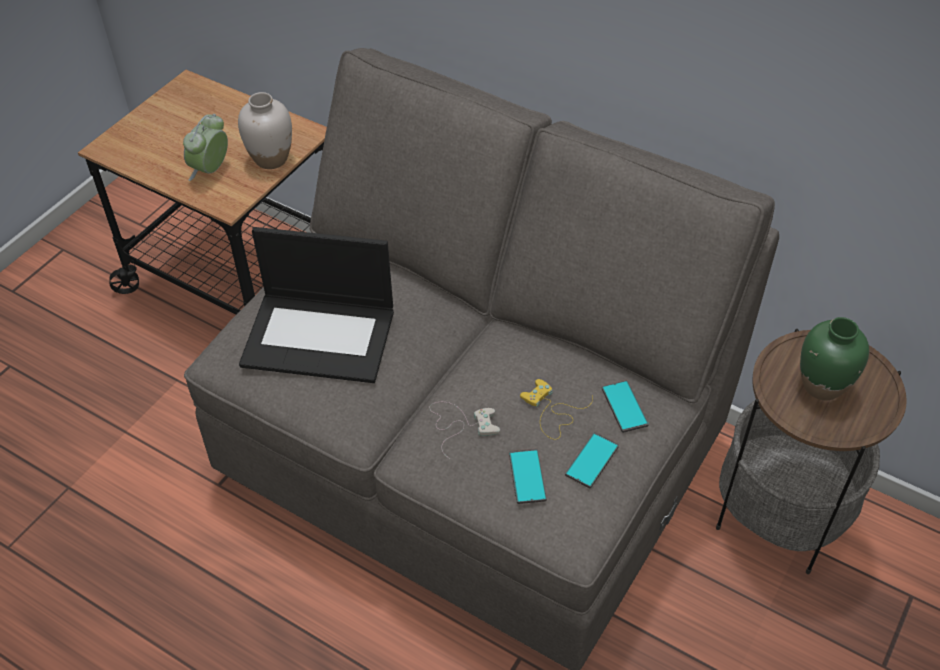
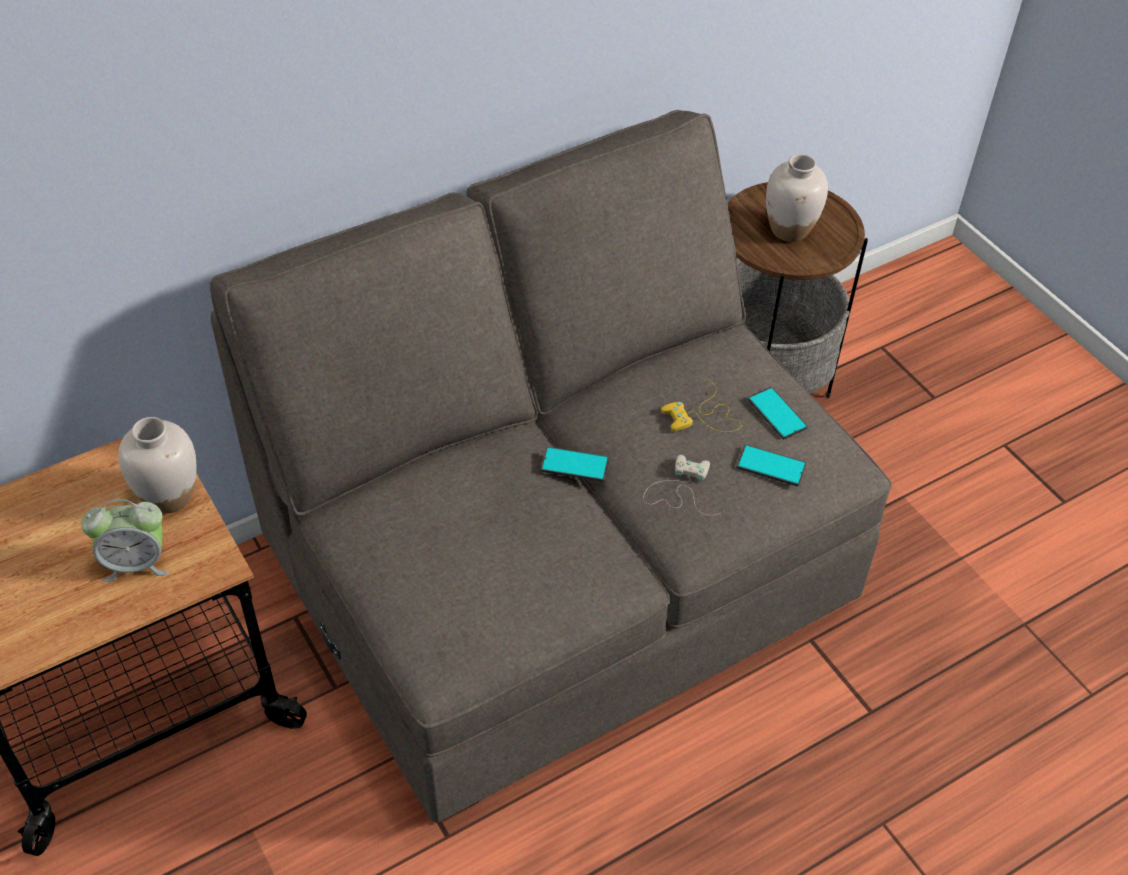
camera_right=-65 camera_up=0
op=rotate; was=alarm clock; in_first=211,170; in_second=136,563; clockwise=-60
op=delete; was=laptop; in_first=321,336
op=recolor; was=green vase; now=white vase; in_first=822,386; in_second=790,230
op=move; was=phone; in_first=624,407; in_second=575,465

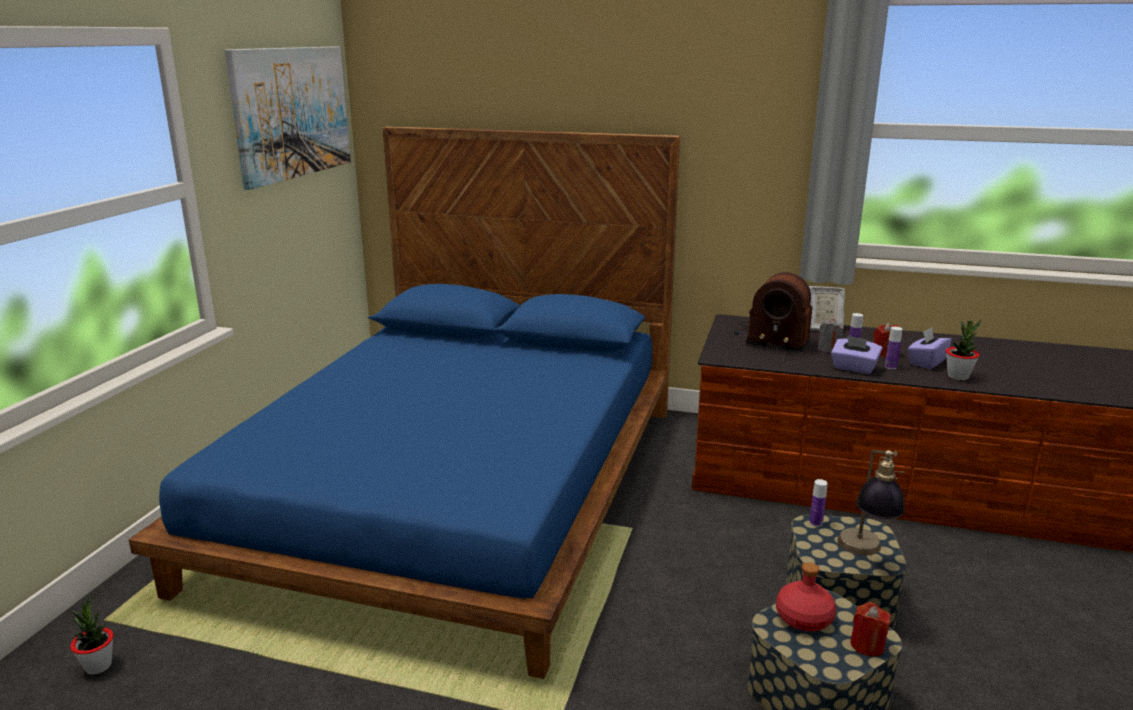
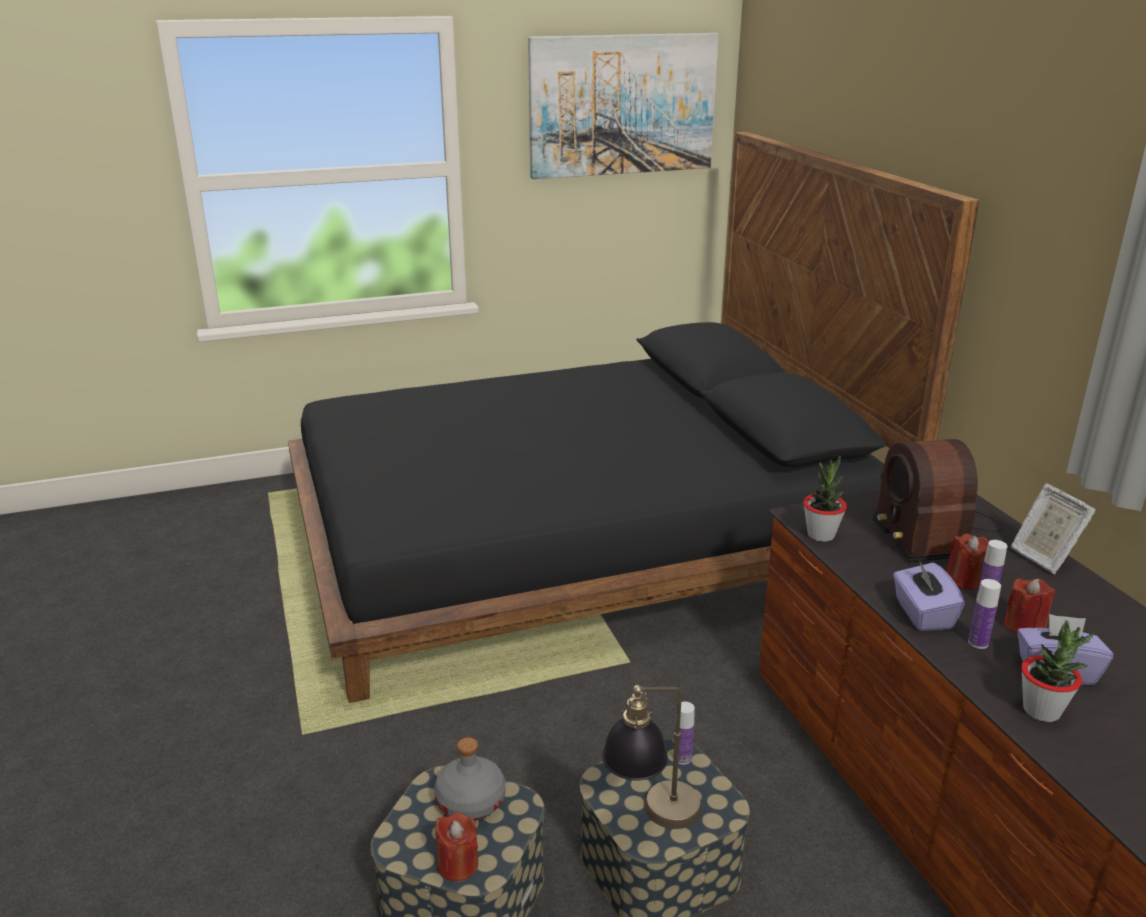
camera_right=55 camera_up=5
op=recolor; was=blue bed; now=black bed; in_first=458,489; in_second=578,540
op=recolor; was=grey candle; now=red candle; in_first=829,349; in_second=964,580
op=recolor; was=red bottle; now=grey bottle; in_first=804,618; in_second=471,801
op=move; was=potted plant; in_first=98,666; in_second=821,535

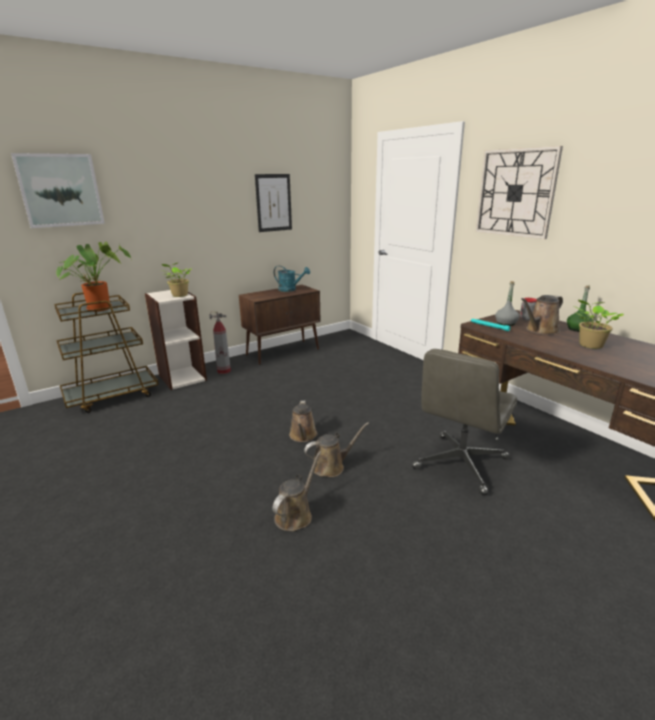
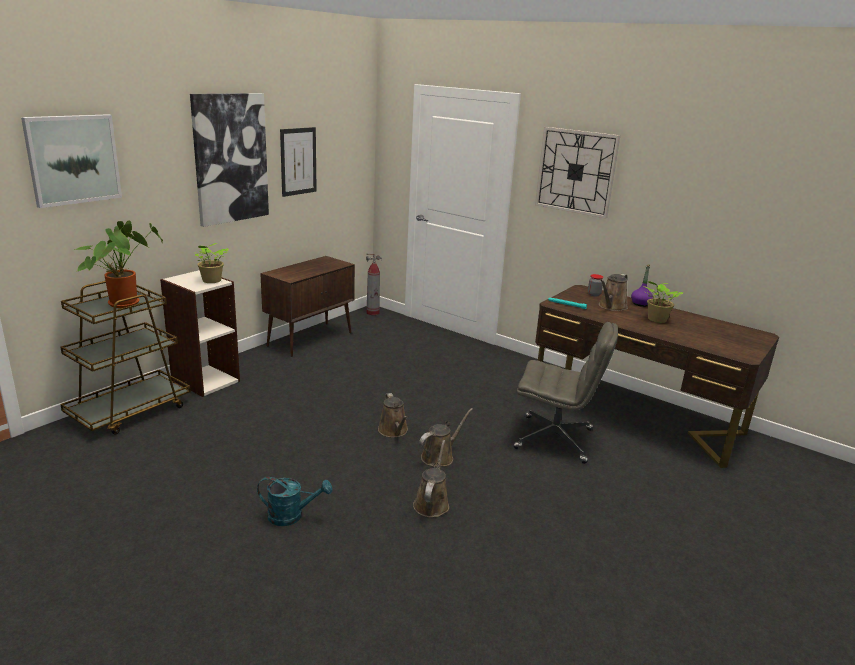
camera_right=-20 camera_up=0
op=move; was=turquoise watering can; in_first=290,290; in_second=292,516
op=delete; was=grey bottle; in_first=506,323
op=recolor; was=green bottle; now=purple bottle; in_first=578,329; in_second=640,304
op=move; was=fire extinguisher; in_first=224,371; in_second=373,312
op=rotate; was=grey office chair; in_first=460,464; in_second=555,439; clockwise=-90
op=insert; now=picture; in_second=230,158

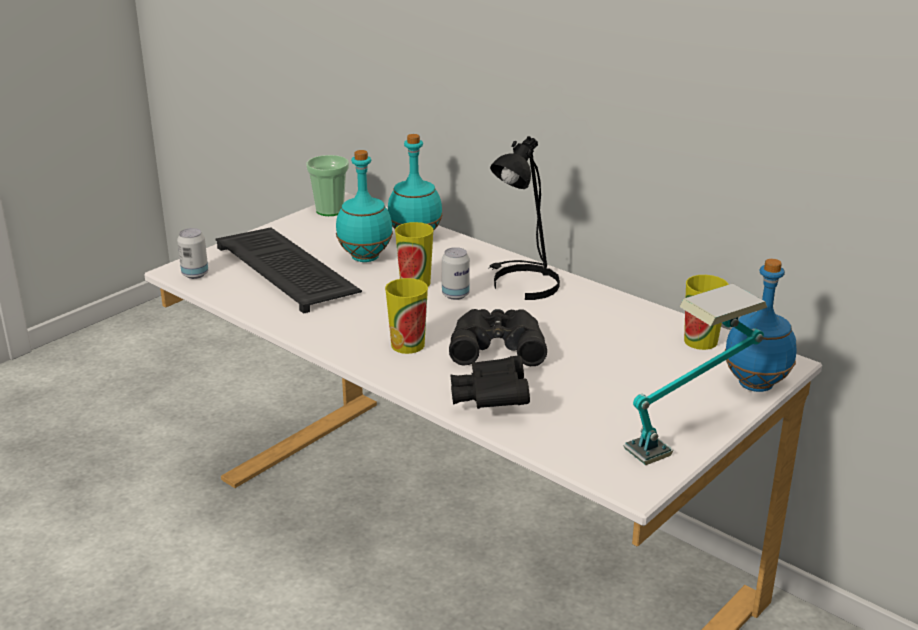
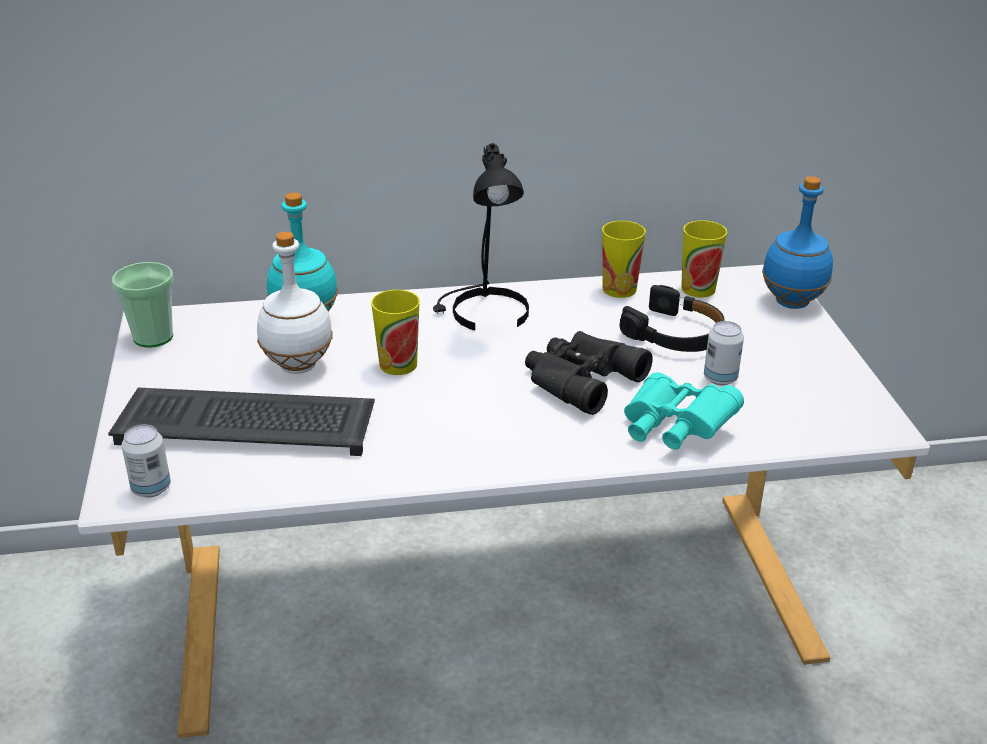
camera_right=-50 camera_up=5
op=recolor; was=turquoise bottle; now=white bottle; in_first=365,257; in_second=297,365
op=move; was=can; in_first=455,295; in_second=720,378
op=move; was=cup; in_first=407,345; in_second=619,289
op=delete; was=table lamp; in_first=690,436
op=recolor; was=black binoculars; now=turquoise binoculars; in_first=490,400; in_second=674,429
op=insert; now=black headphones; in_second=675,334

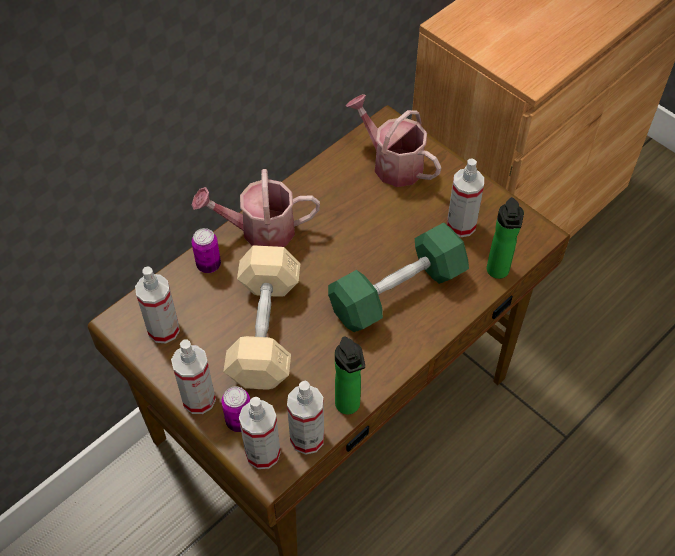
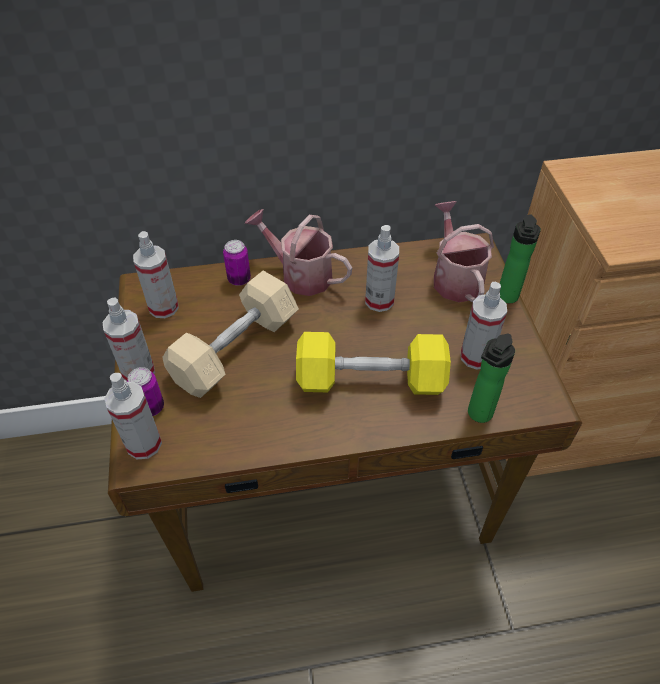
camera_right=35 camera_up=-5
op=recolor; was=green dumbbell; now=yellow dumbbell; in_first=397,291; in_second=370,380
op=move; was=bottle; in_first=349,407; in_second=507,298
op=move; was=spray bottle; in_first=307,438; in_second=379,300

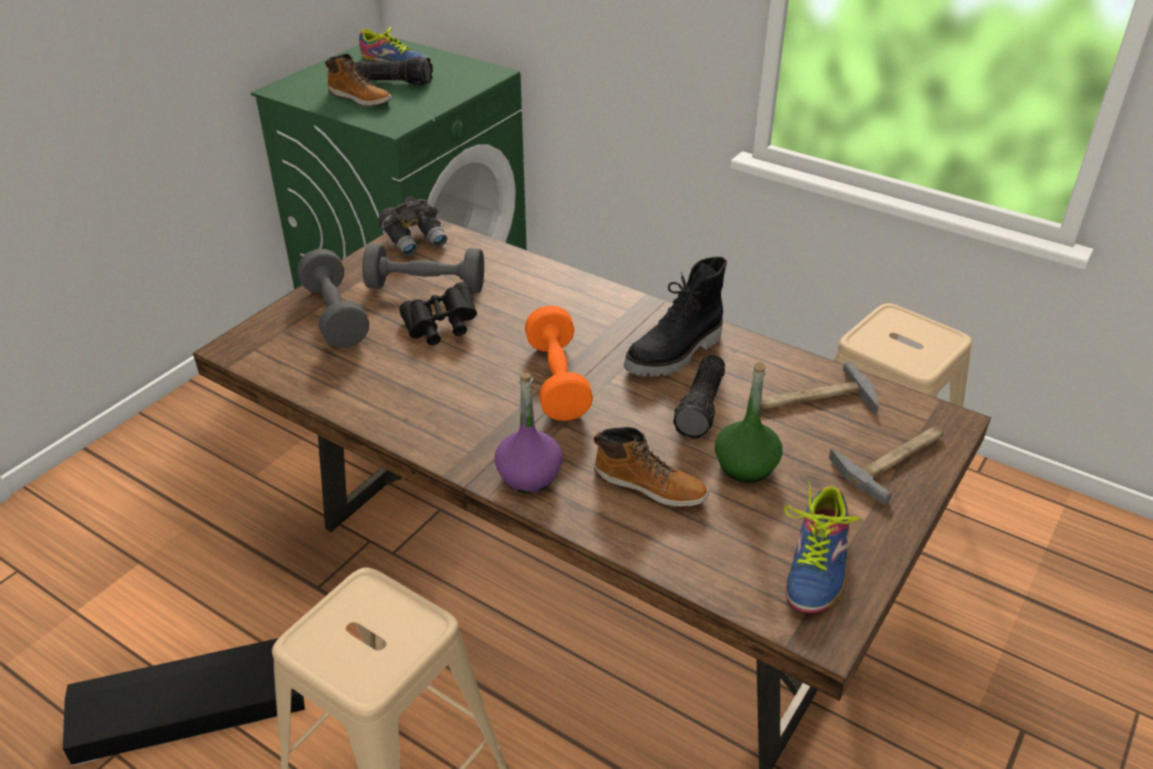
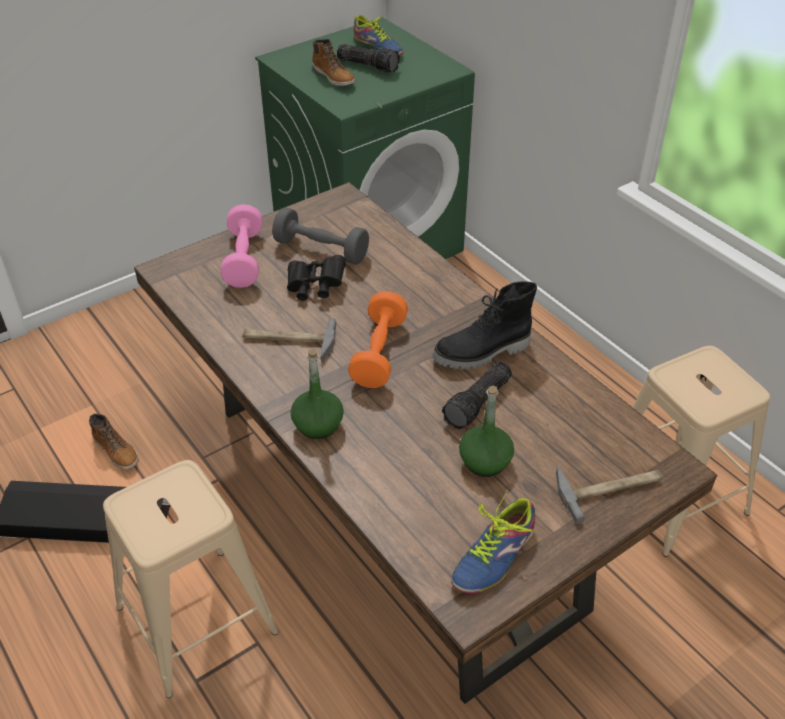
camera_right=20 camera_up=5
op=delete; was=grey binoculars; in_first=415,240
op=recolor; was=grey dumbbell; now=pink dumbbell; in_first=335,316; in_second=244,259
op=move; was=hammer; in_first=814,400; in_second=288,340
op=recolor; was=purple bottle; now=green bottle; in_first=529,475; in_second=318,424
op=move; was=boot; in_first=650,485; in_second=116,451

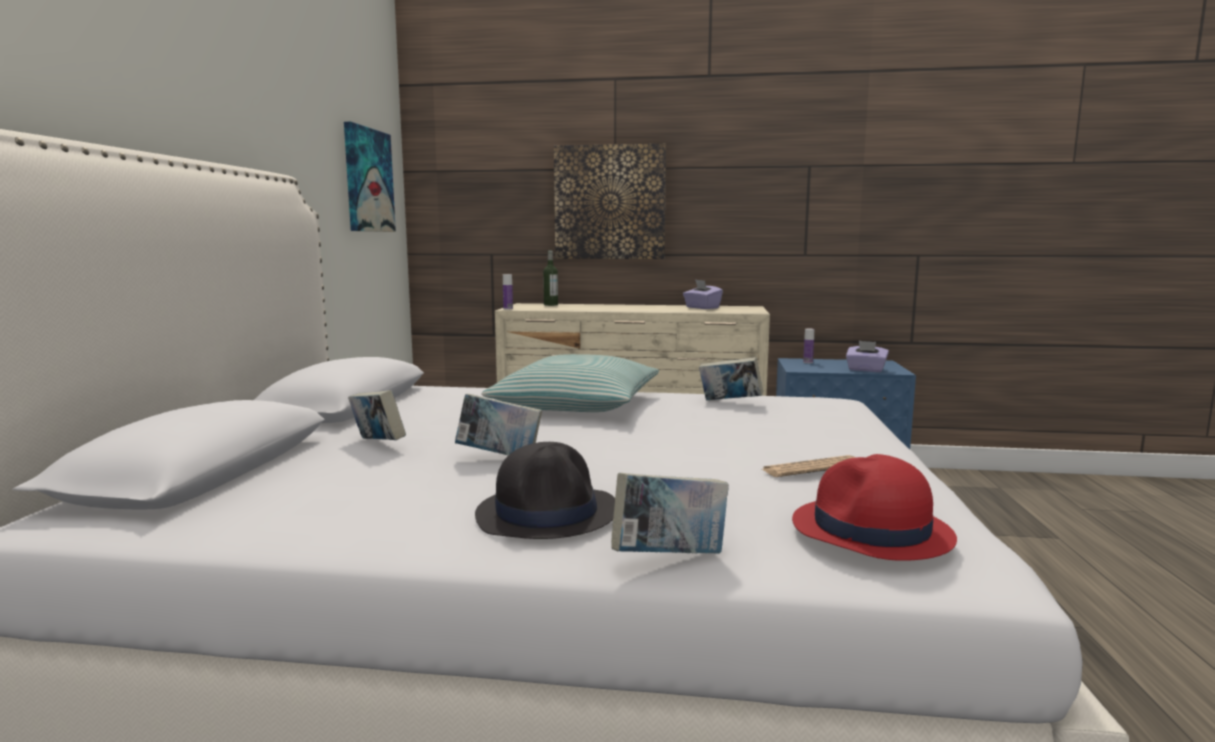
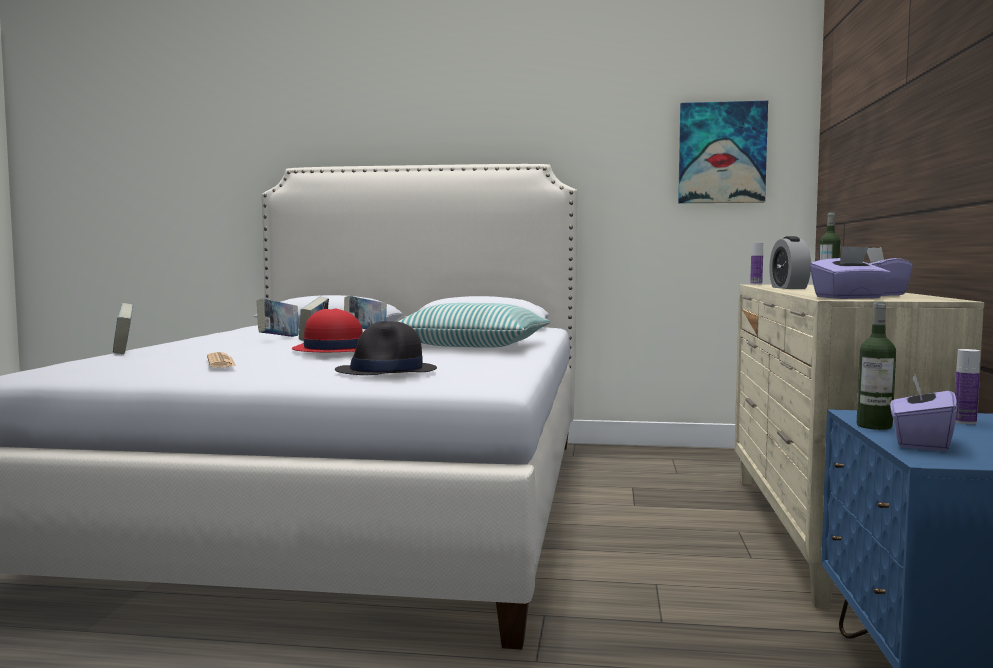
camera_right=90 camera_up=-5
op=delete; was=picture; in_first=610,202
op=move; was=book; in_first=729,402; in_second=278,338
op=move; was=black hat; in_first=547,513; in_second=387,371
op=move; was=red hat; in_first=871,531; in_second=333,350
op=insert; now=alarm clock; in_second=788,288
op=insert; now=purple tissue box; in_second=849,298
op=insert; now=bottle; in_second=874,426

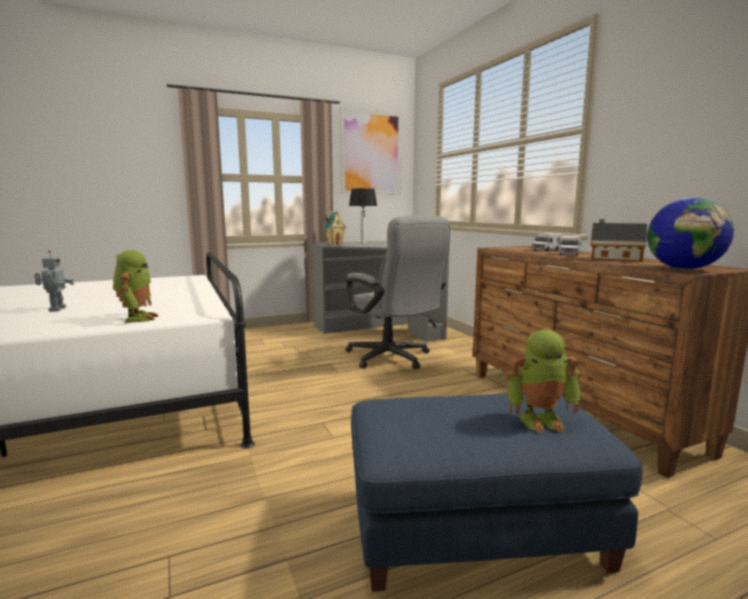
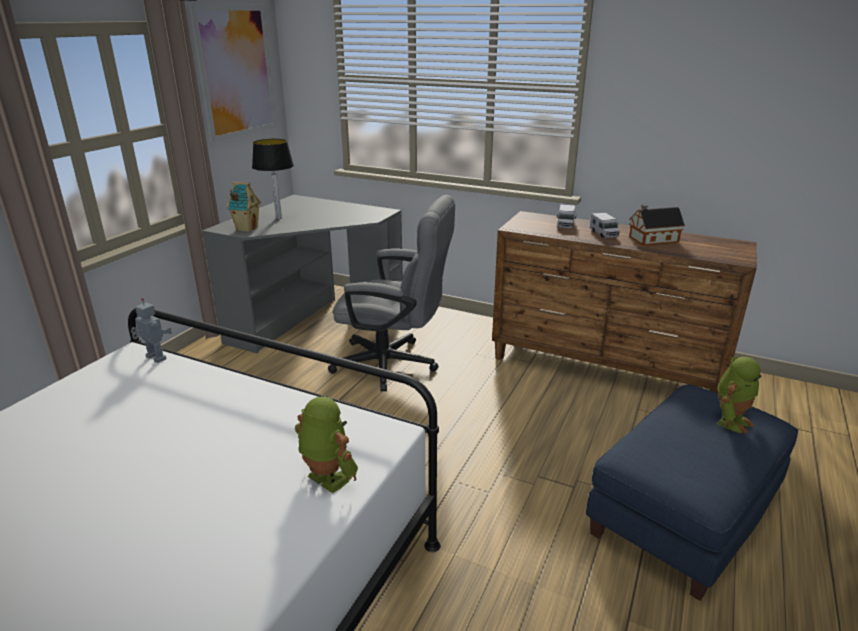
camera_right=-40 camera_up=15
op=delete; was=globe; in_first=684,269
op=move; was=toy robot; in_first=56,309; in_second=155,358

